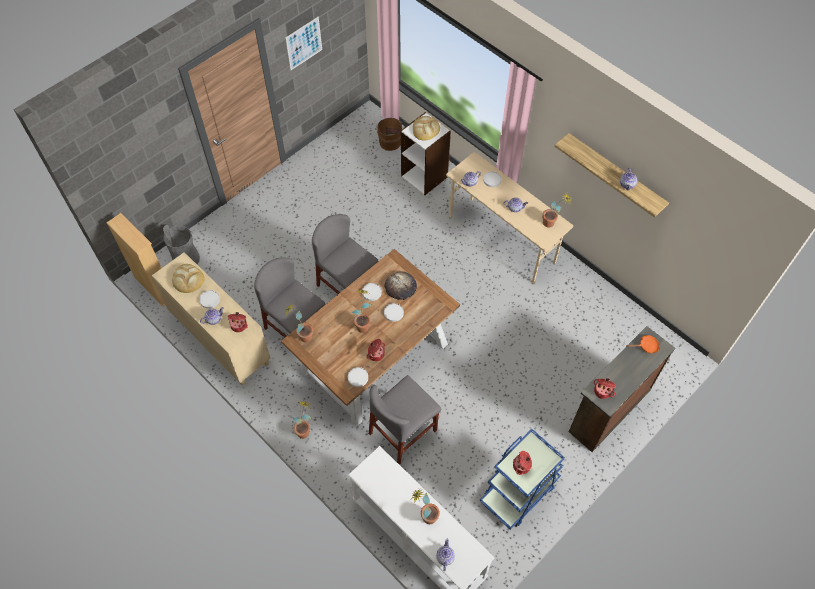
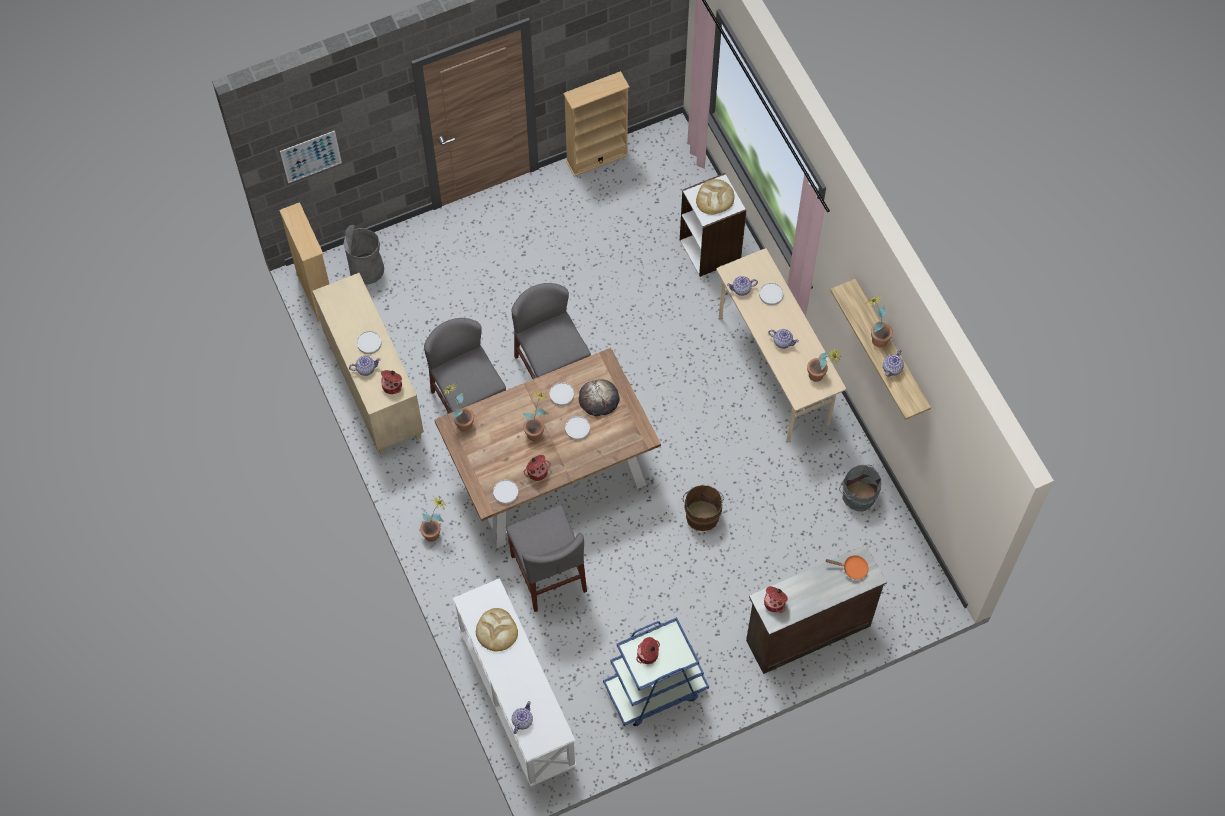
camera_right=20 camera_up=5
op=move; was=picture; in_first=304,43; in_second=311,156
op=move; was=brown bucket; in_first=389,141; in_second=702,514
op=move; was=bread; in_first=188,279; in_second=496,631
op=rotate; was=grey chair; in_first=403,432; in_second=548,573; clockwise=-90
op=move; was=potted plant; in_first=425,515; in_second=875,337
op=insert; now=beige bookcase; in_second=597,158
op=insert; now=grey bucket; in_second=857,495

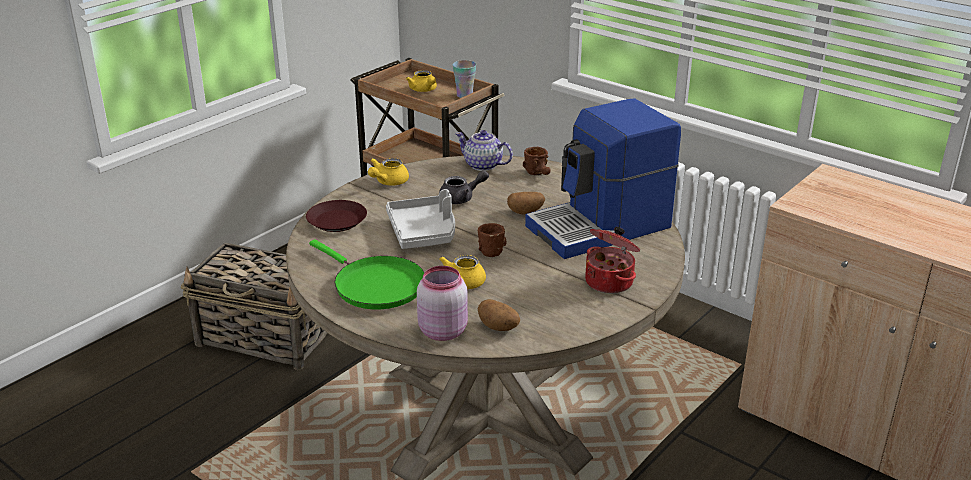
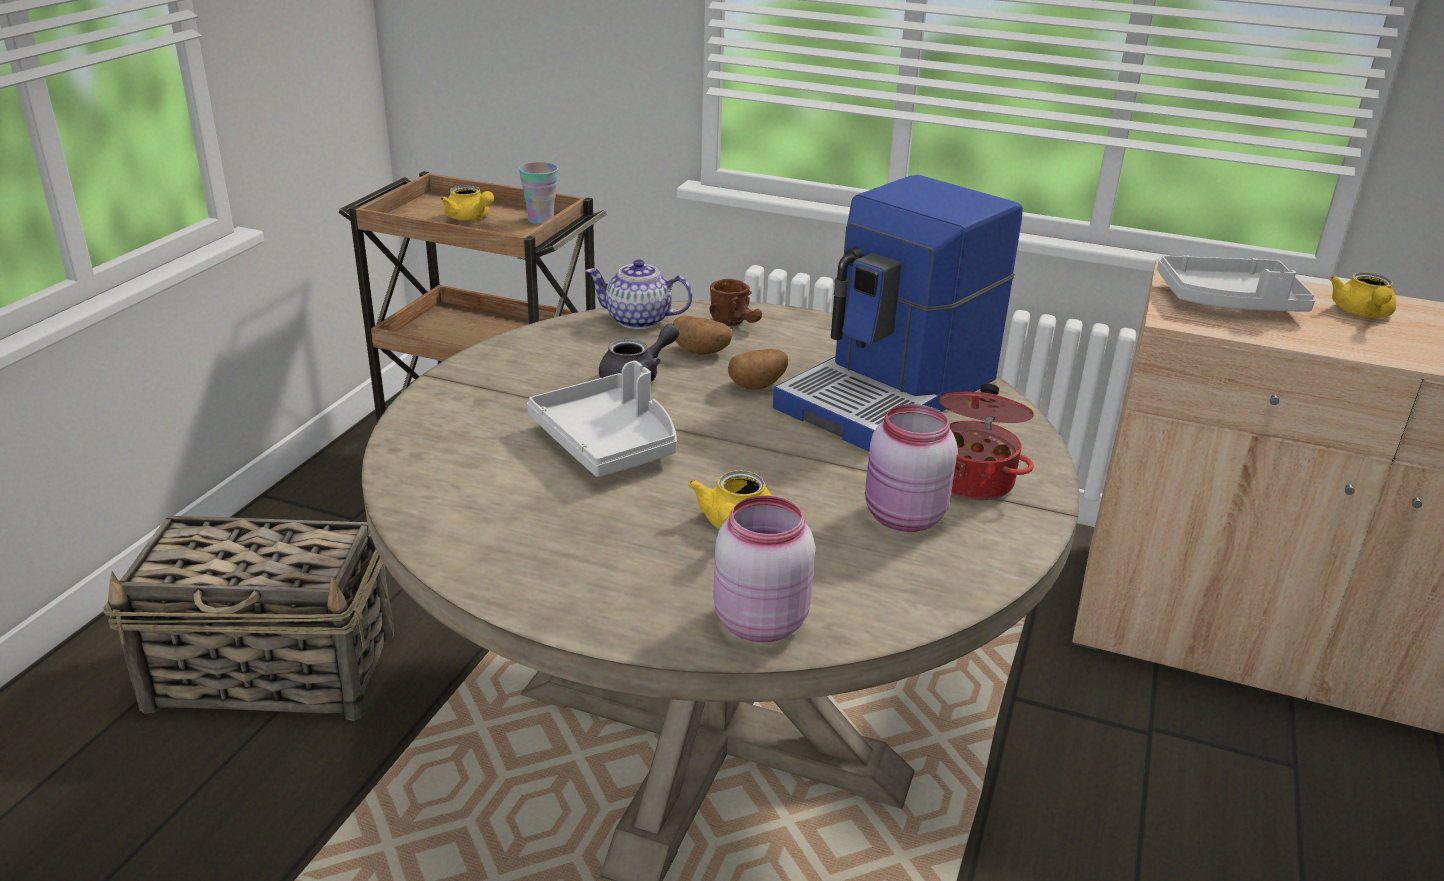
camera_right=-20 camera_up=0
op=move; was=yellow teapot; in_first=388,182; in_second=1361,313
op=delete; was=brown plate; in_first=336,221
op=delete; was=brown mug; in_first=487,249
op=delete; was=green frying pan; in_first=375,285
op=move; was=potato; in_first=499,327; in_second=701,352
op=insert; now=grey tray; in_second=1229,302
op=insert; now=pink jar; in_second=903,518

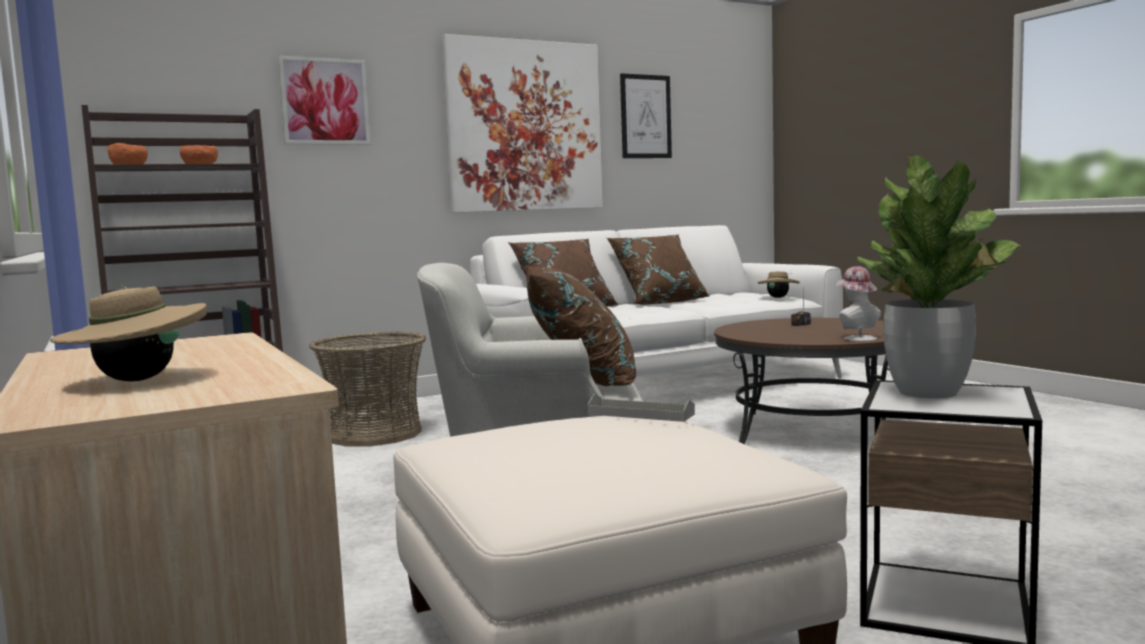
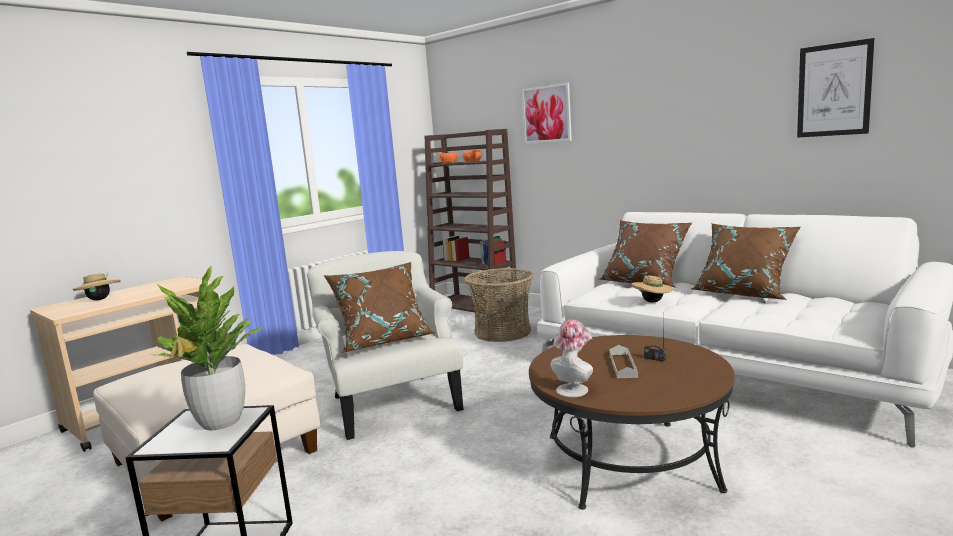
camera_right=70 camera_up=5
op=delete; was=picture; in_first=525,126
op=move; was=beige hat; in_first=778,297; in_second=652,302
op=move; was=grey tray; in_first=640,414; in_second=623,365

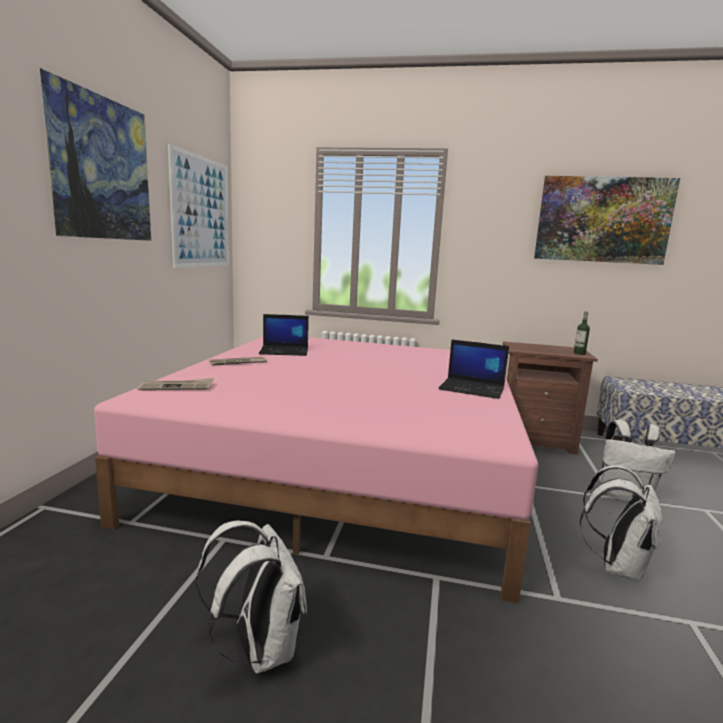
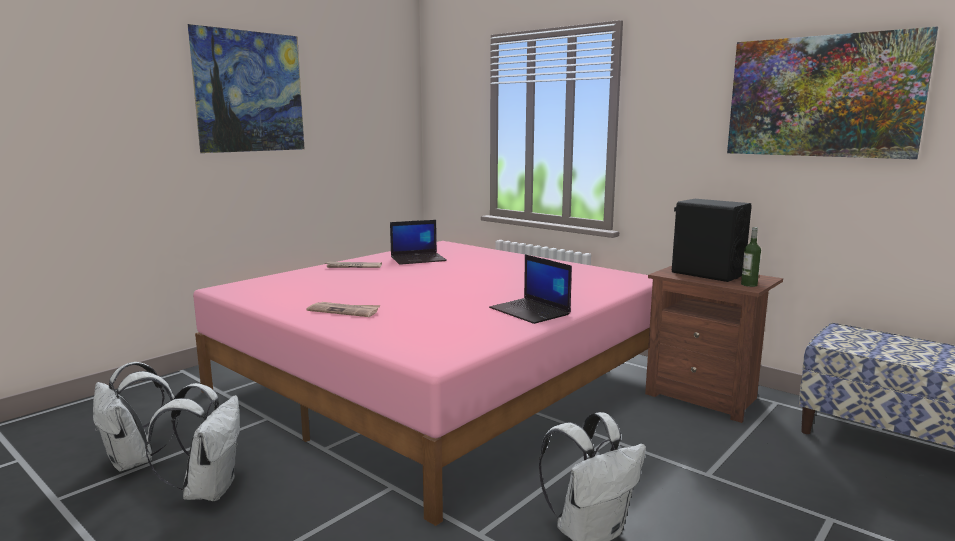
camera_right=30 camera_up=0
op=delete; was=picture; in_first=201,212
op=rotate; was=laptop; in_first=285,351; in_second=418,259; clockwise=-45
op=move; was=newspaper; in_first=177,387; in_second=344,311
op=move; was=white backpack; in_first=625,496; in_second=135,461
op=insert; now=black speaker; in_second=707,274

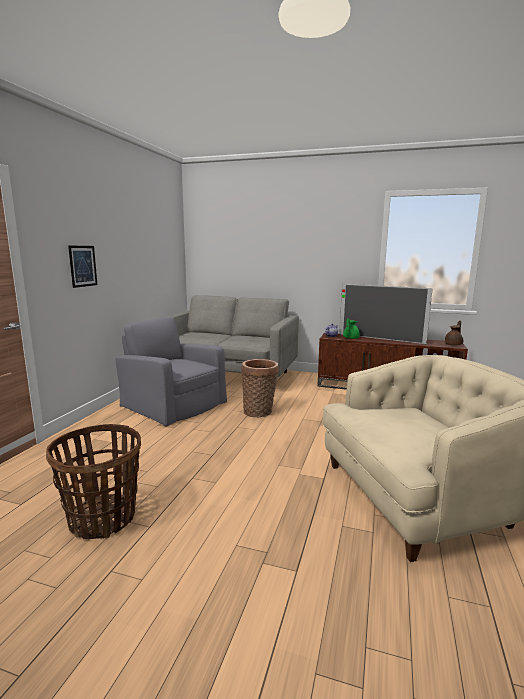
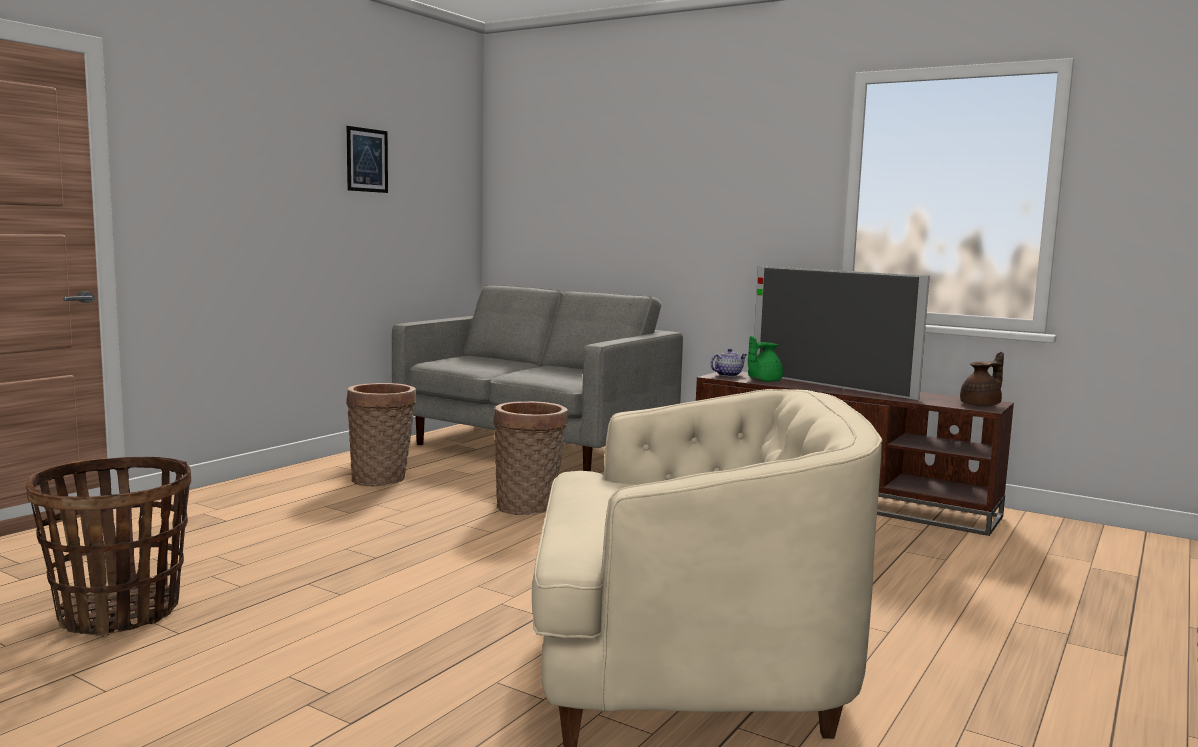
camera_right=15 camera_up=-5
op=move; was=picture; in_first=83,266; in_second=367,160
op=replace; was=grey armchair; now=basket; in_first=173,404; in_second=382,479

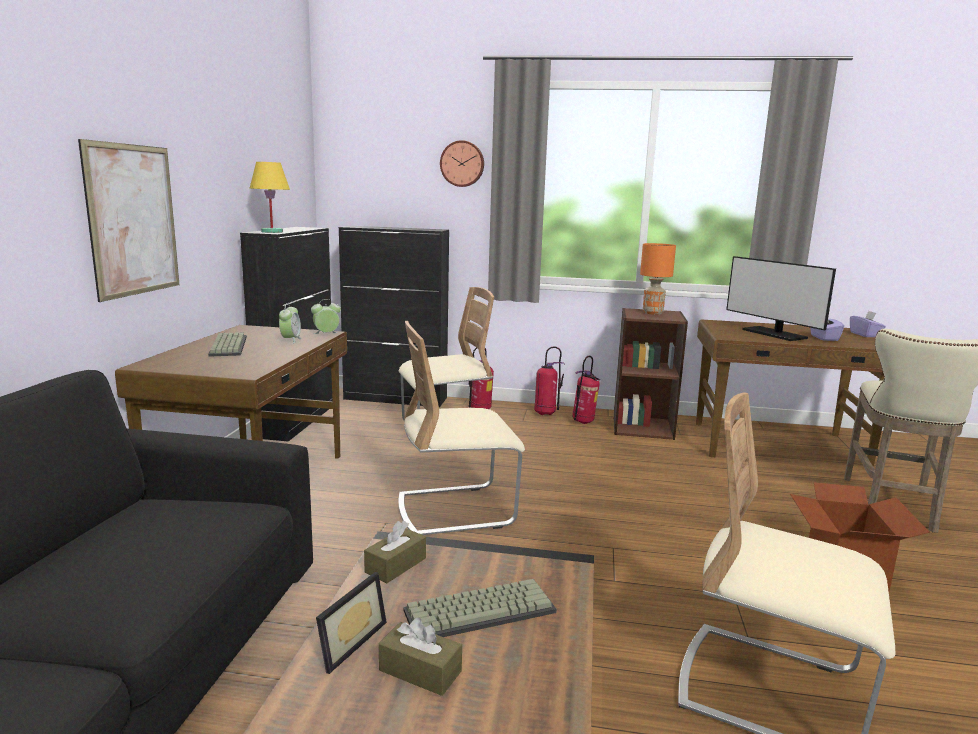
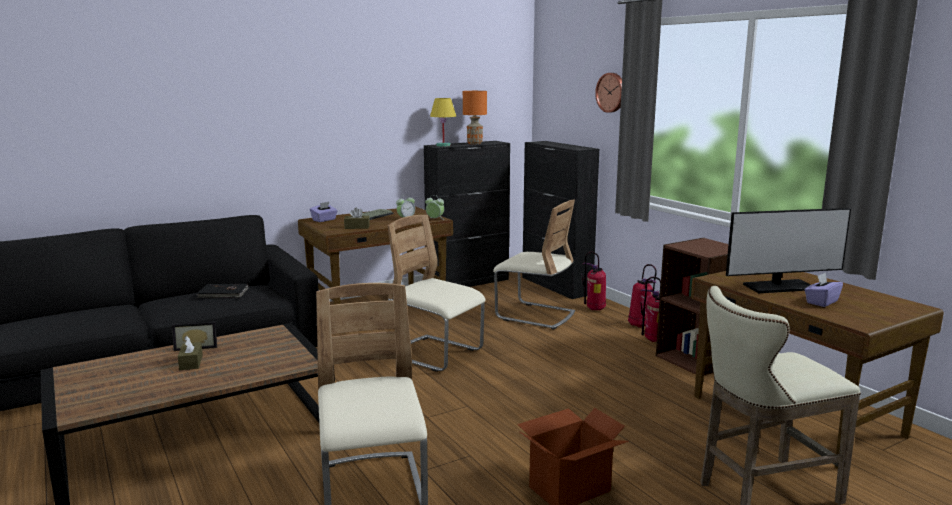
camera_right=50 camera_up=0
op=delete; was=picture; in_first=133,220
op=move; was=orange table lamp; in_first=653,313; in_second=474,143
op=rotate; was=monitor; in_first=774,334; in_second=779,287; clockwise=-120
op=move; was=purple tissue box; in_first=865,335; in_second=324,220
op=move; was=brown tissue box; in_first=395,565; in_second=357,227
op=delete; was=keyboard; in_first=480,610
op=insert; now=black book; in_second=223,294

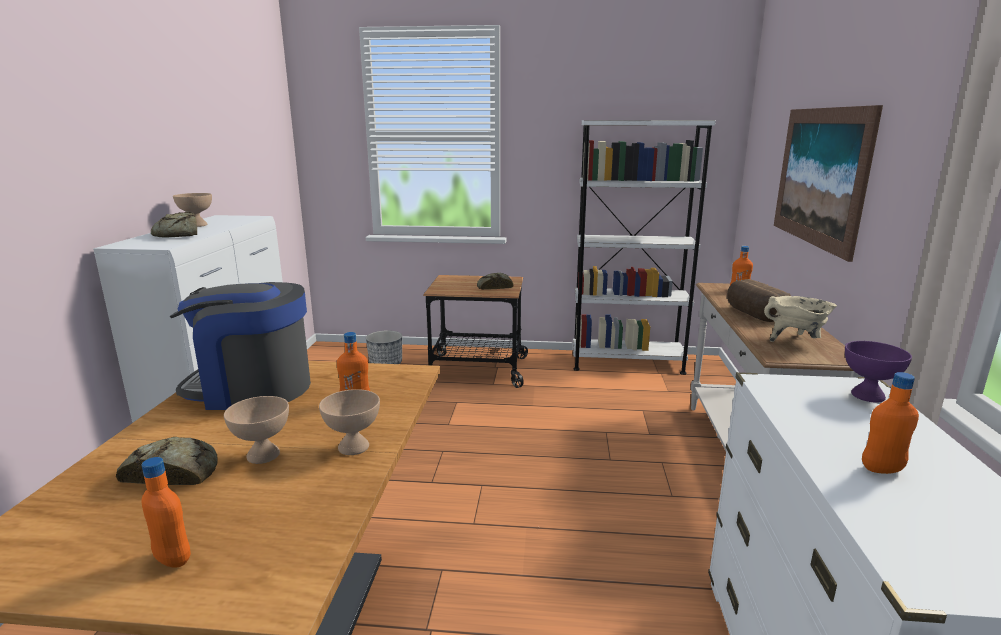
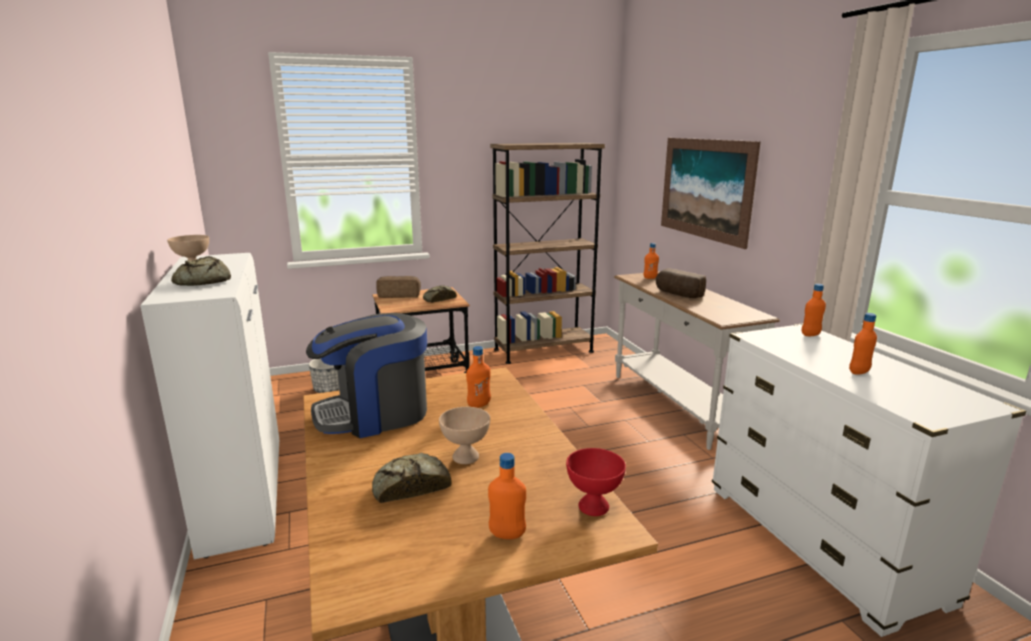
camera_right=-25 camera_up=0
op=recolor; was=white bookcase; now=brown bookcase; in_first=627,363; in_second=543,350
op=delete; was=beige cooking pot; in_first=795,341
op=replace; was=purple bowl; now=orange bottle; in_first=867,396; in_second=810,335
op=delete; was=beige bowl; in_first=352,447
op=insert; now=bread; in_second=399,295
op=insert; now=red bowl; in_second=594,507

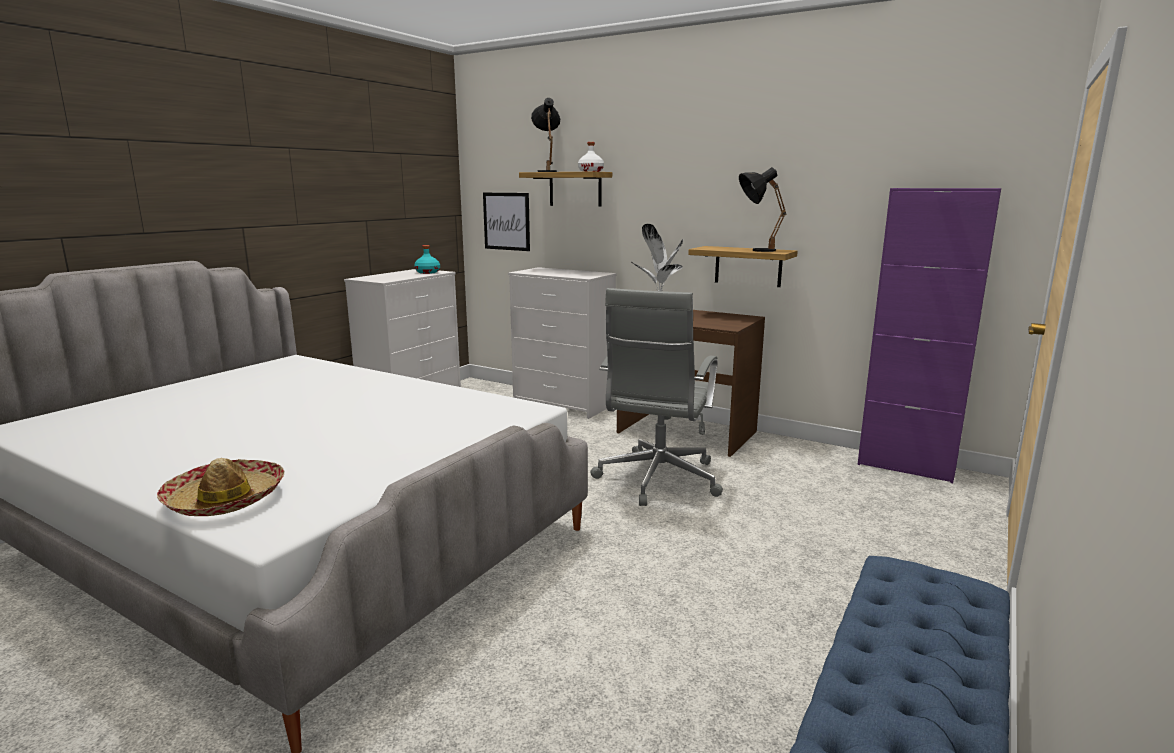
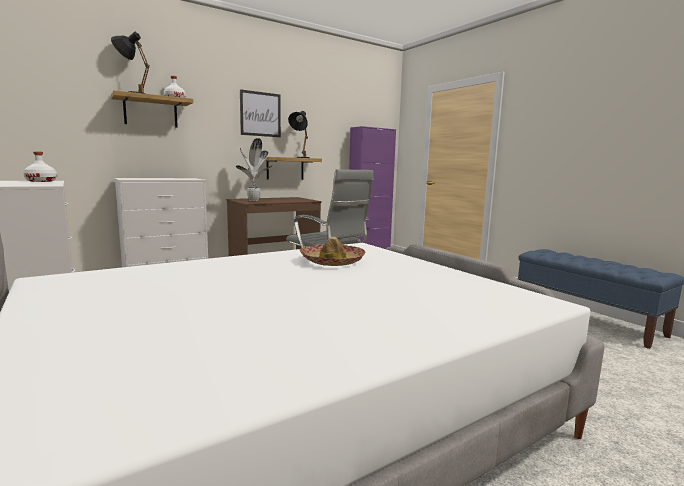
camera_right=-65 camera_up=-5
op=move; was=picture; in_first=506,221; in_second=260,114
op=recolor; was=turquoise bottle; now=white bottle; in_first=428,272; in_second=41,181
op=move; was=hat; in_first=225,499; in_second=332,261

